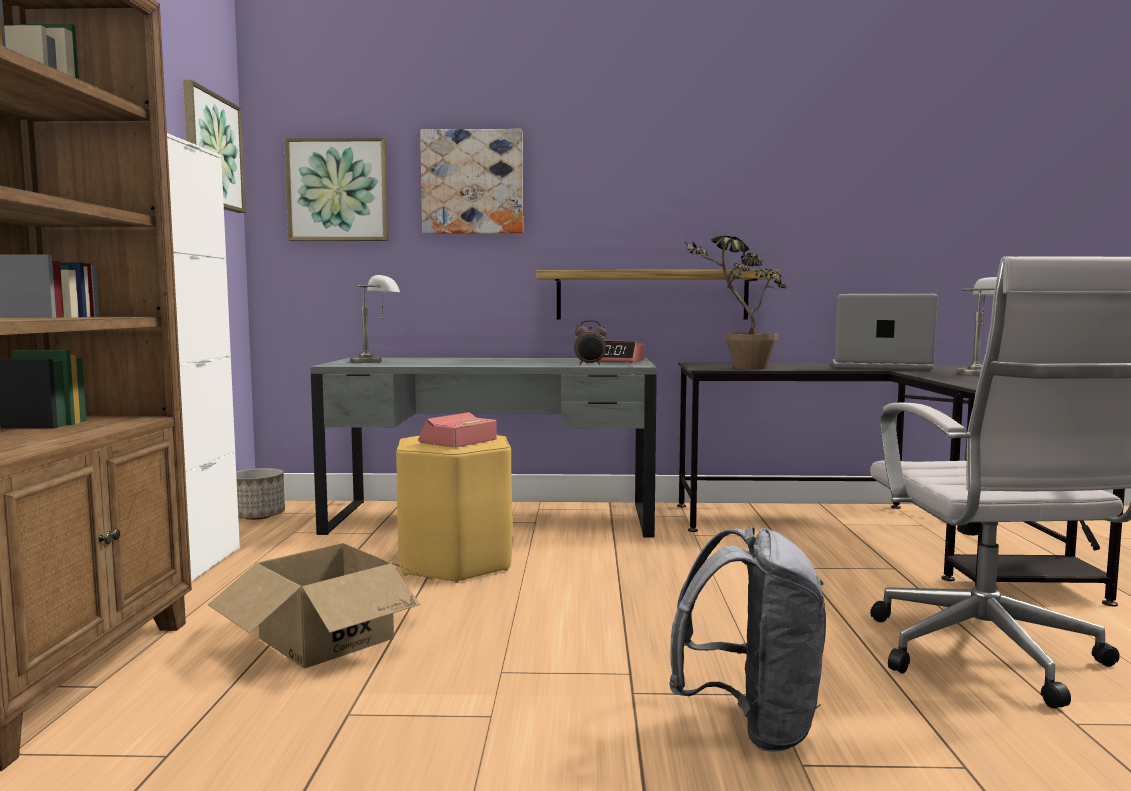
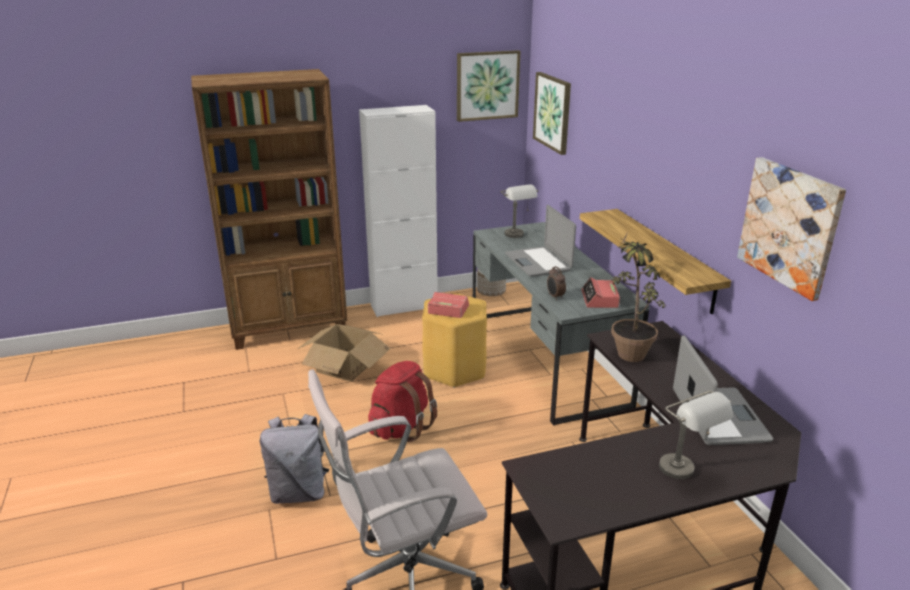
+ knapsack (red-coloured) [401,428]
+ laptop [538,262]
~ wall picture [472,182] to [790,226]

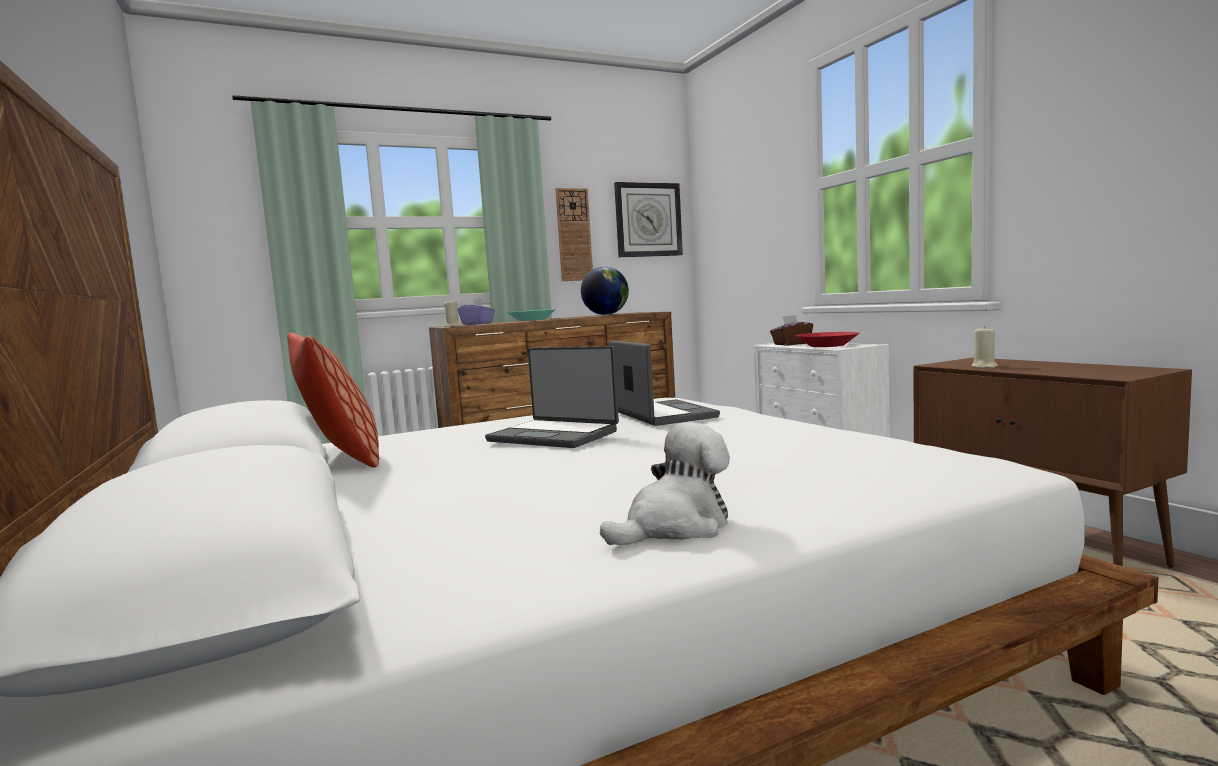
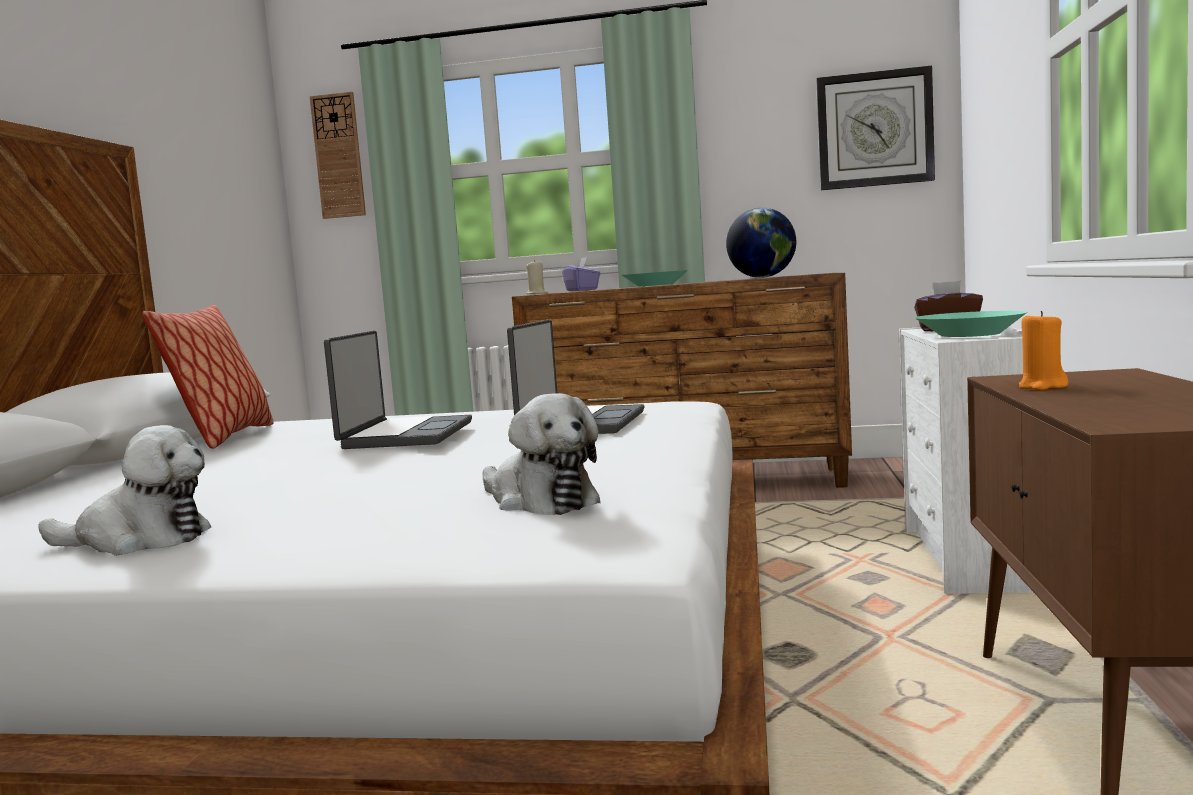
~ wall clock [574,235] to [338,156]
~ laptop [555,436] = [405,435] 150 degrees counterclockwise
+ soft toy [539,502]
~ serving bowl (red-coloured) [827,345] to serving bowl (turquoise-coloured) [970,334]
~ wax light (beige) [984,366] to wax light (orange) [1042,387]

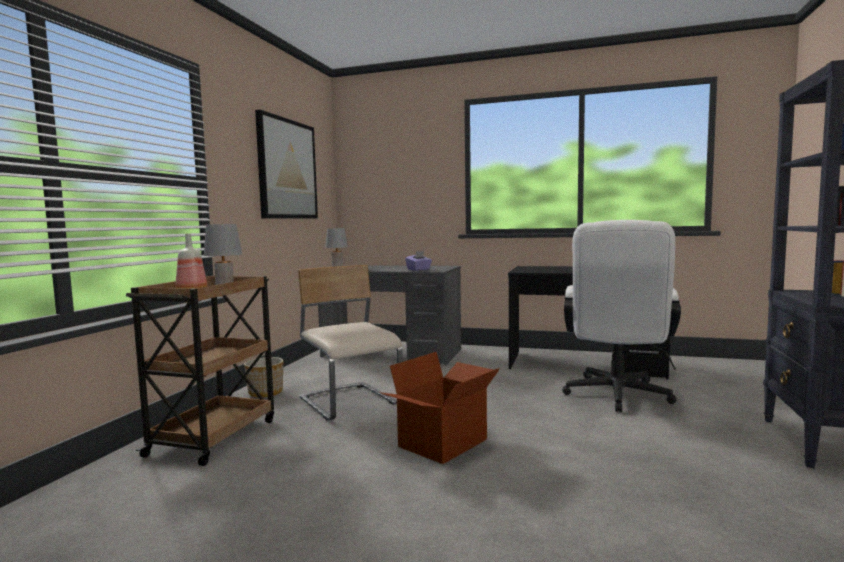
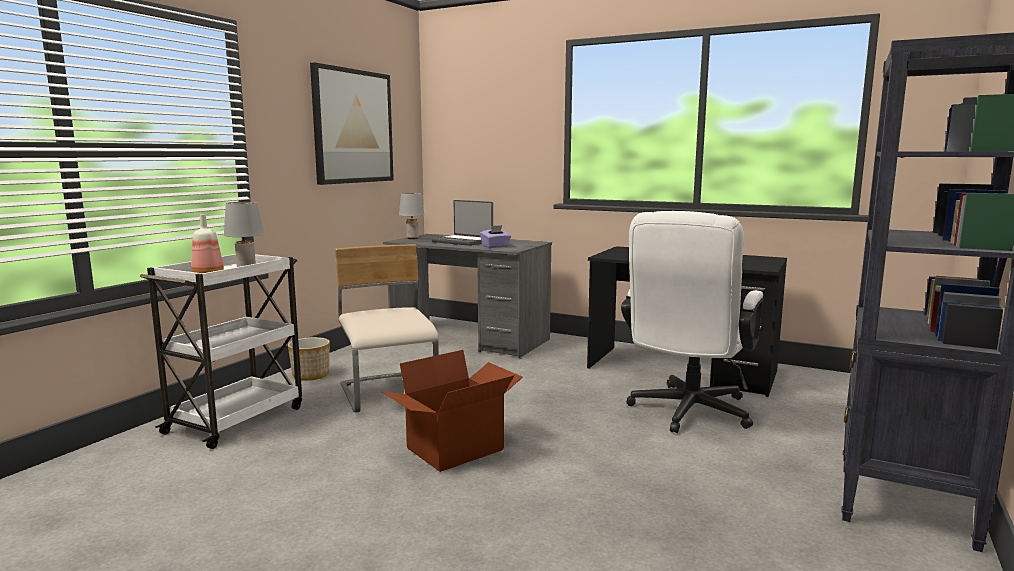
~ trolley (brown-coloured) [214,436] to trolley (white-coloured) [237,419]
+ laptop [463,241]

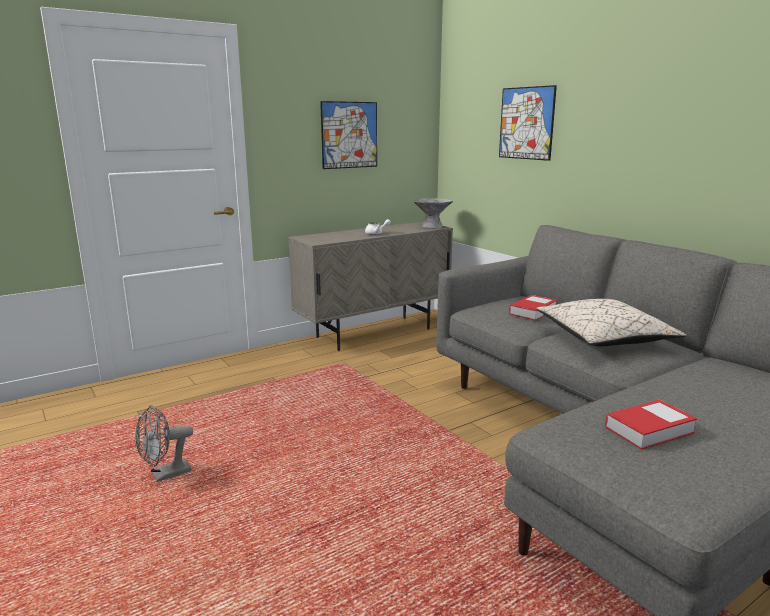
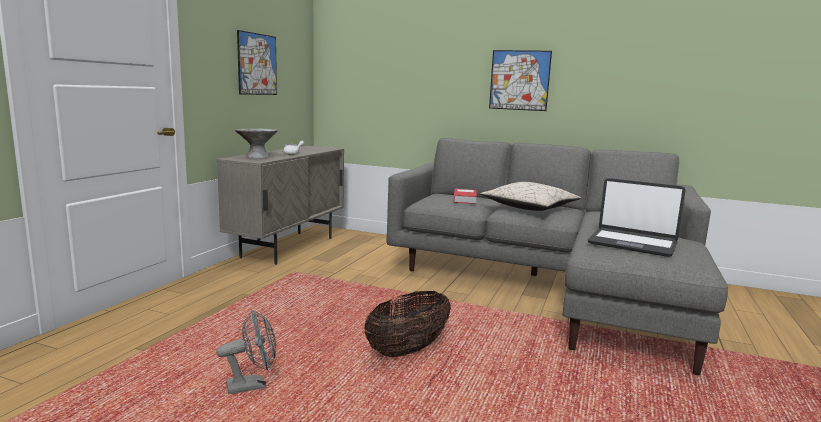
~ electric fan (gray) [165,475] = [252,385] 135 degrees counterclockwise
~ serving bowl (gray) [432,226] to [257,157]
+ storage basket [408,350]
~ wall picture [526,123] to [519,80]
~ volume [649,430] to laptop [632,243]

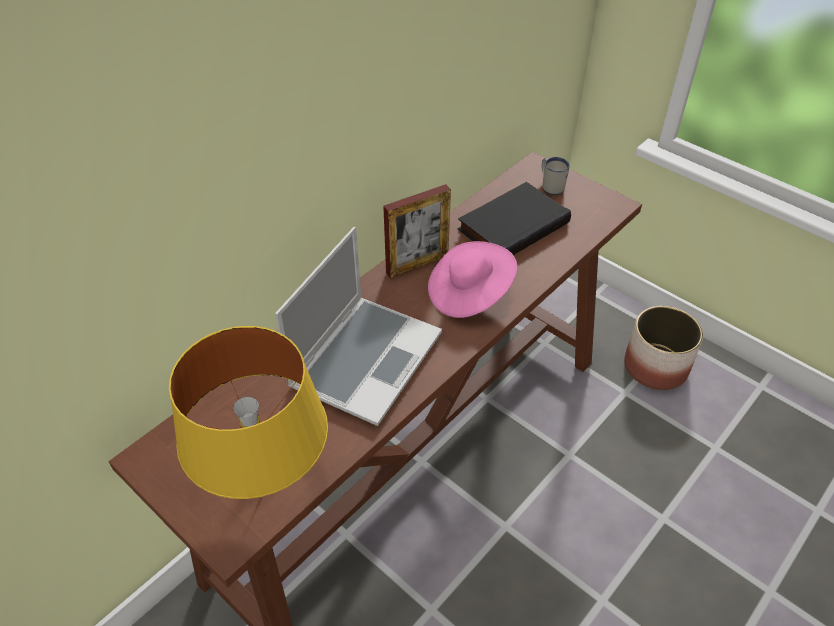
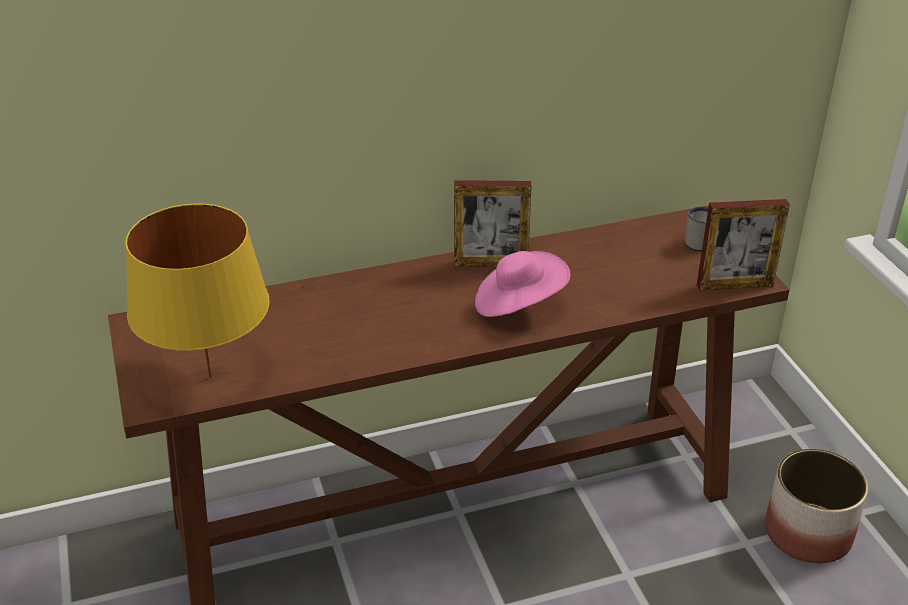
+ photo frame [734,285]
- laptop [366,358]
- volume (blackish) [512,225]

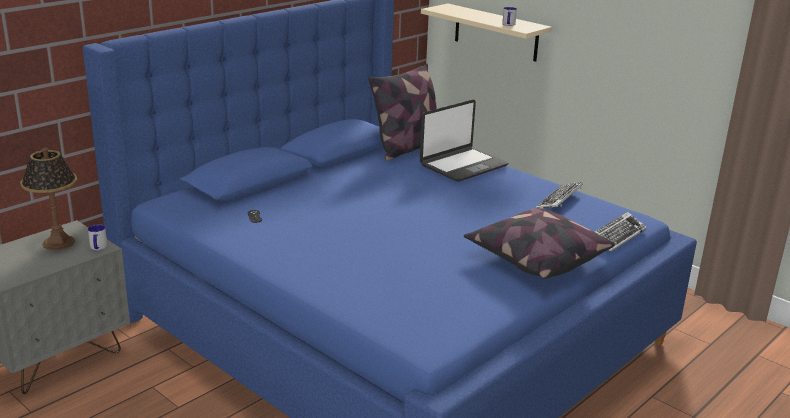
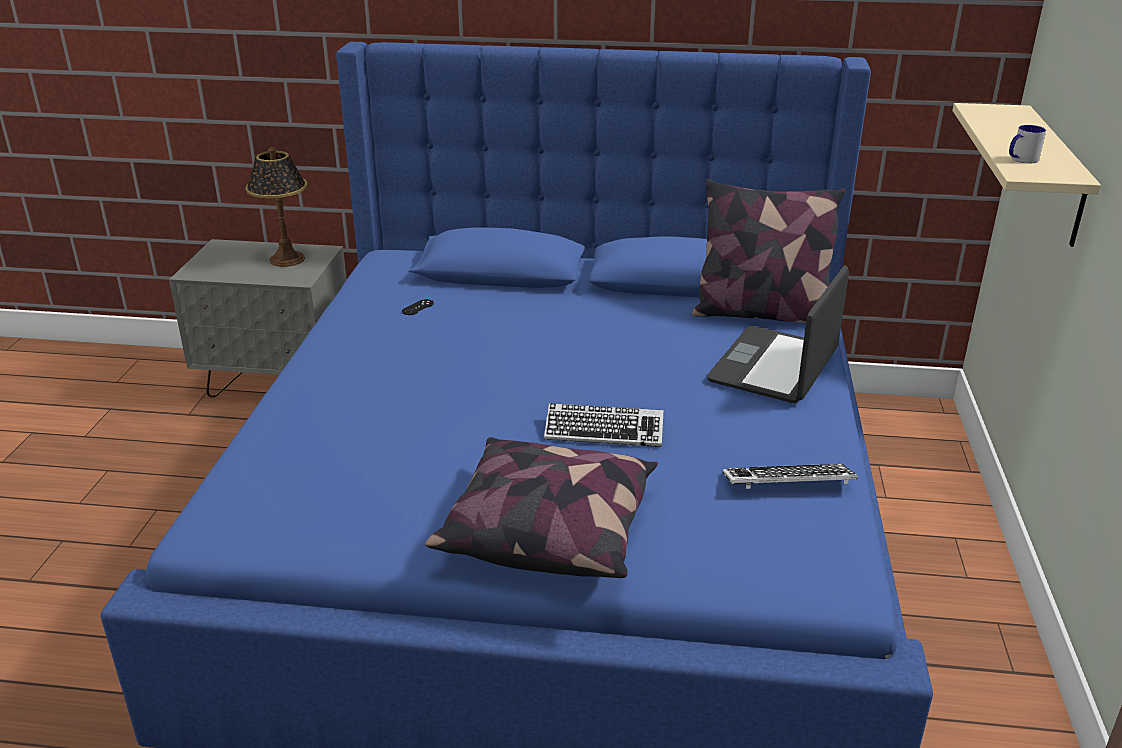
~ PC keyboard [617,236] to [604,432]
~ laptop [462,165] = [775,367] 105 degrees clockwise
- tea mug [98,248]

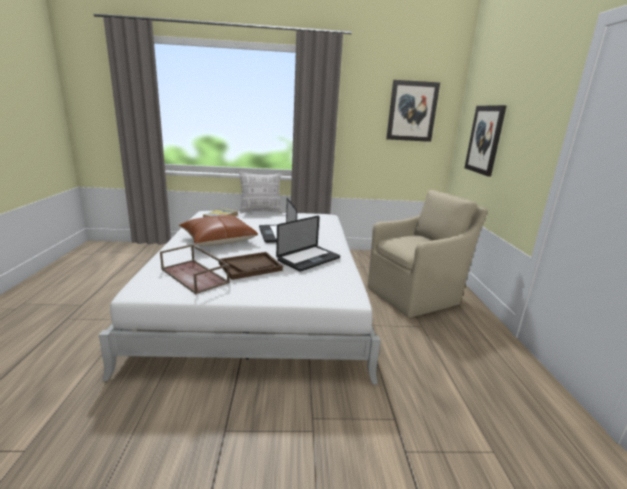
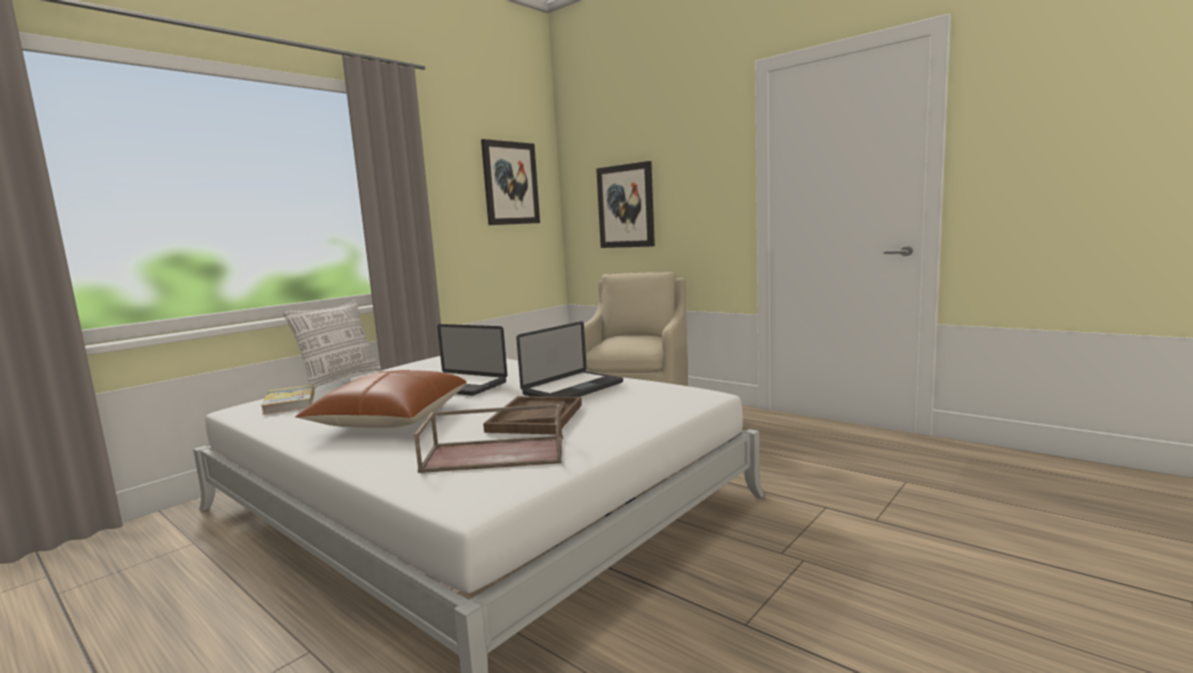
~ laptop [308,259] = [573,388] 45 degrees clockwise

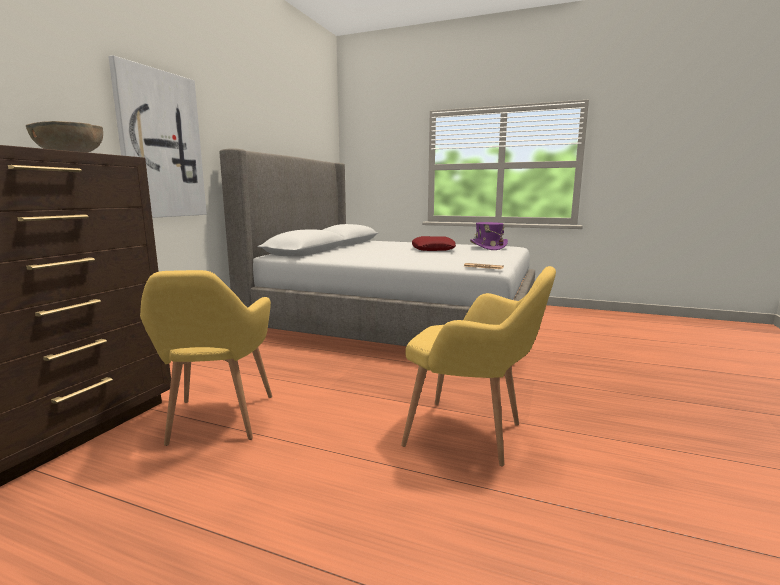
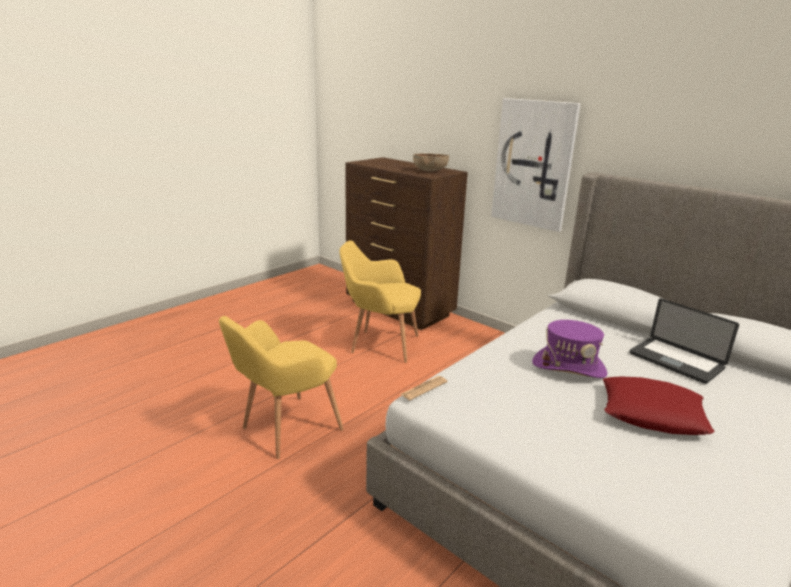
~ clothing hat (purple-coloured) [488,247] to [569,367]
+ laptop [676,361]

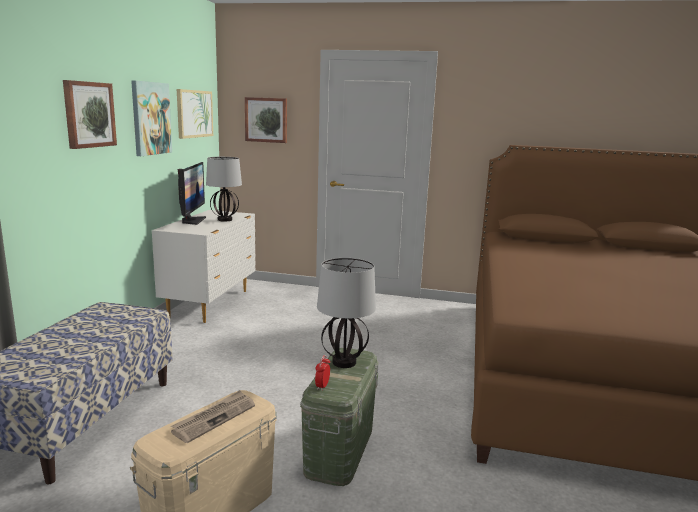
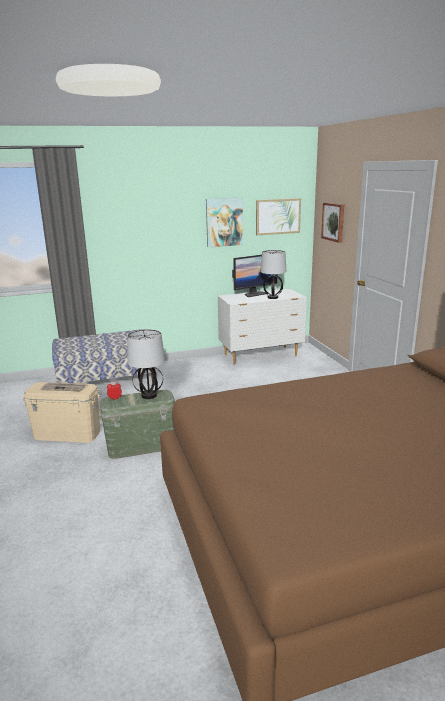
- wall picture [89,114]

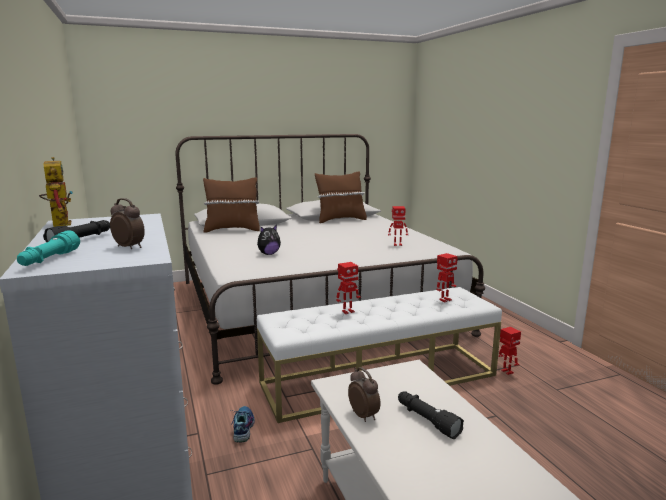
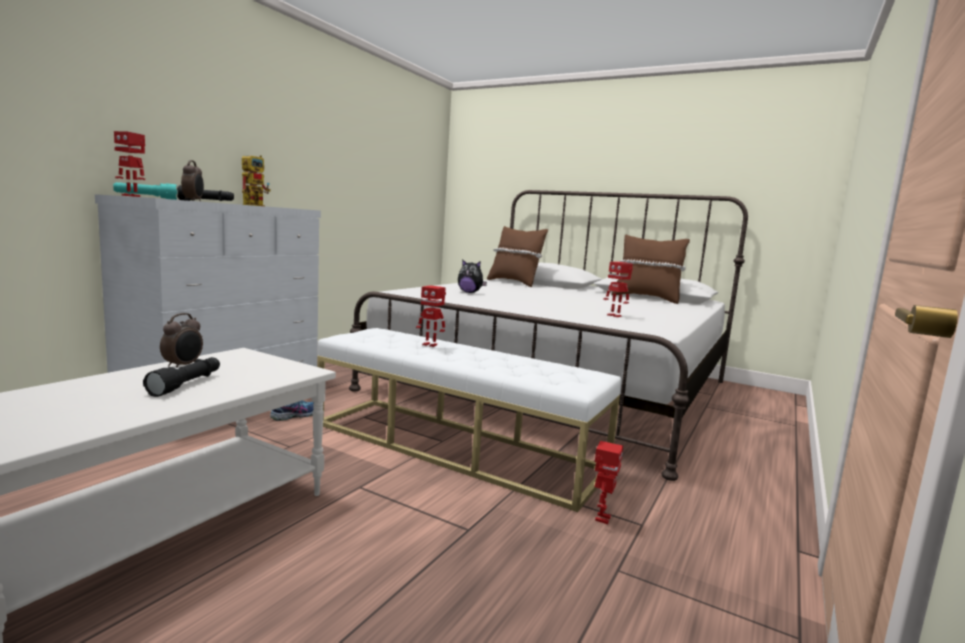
~ model robot [444,300] to [132,196]

